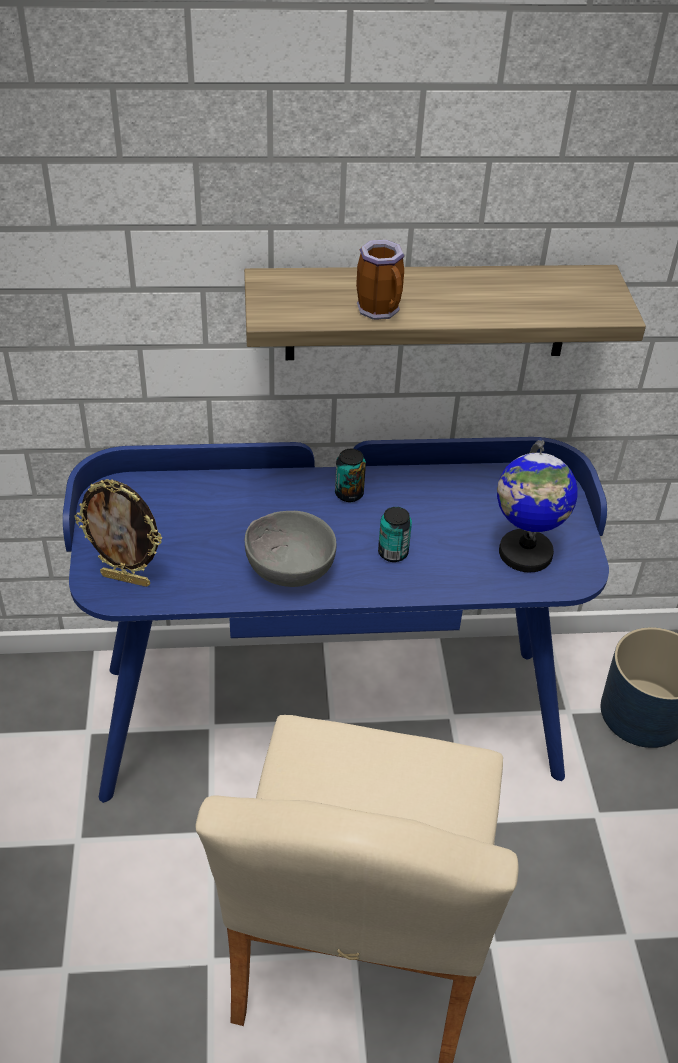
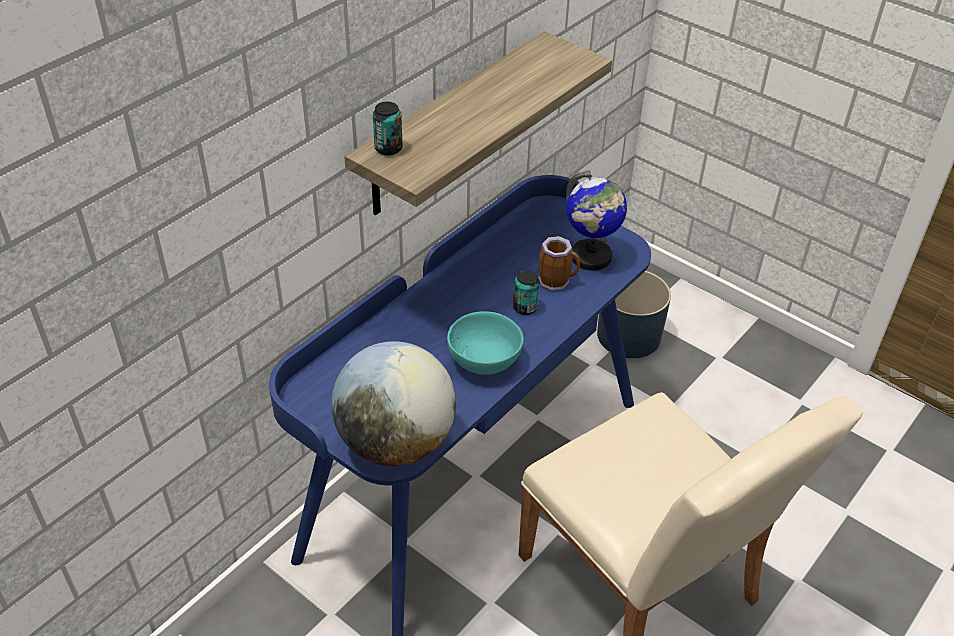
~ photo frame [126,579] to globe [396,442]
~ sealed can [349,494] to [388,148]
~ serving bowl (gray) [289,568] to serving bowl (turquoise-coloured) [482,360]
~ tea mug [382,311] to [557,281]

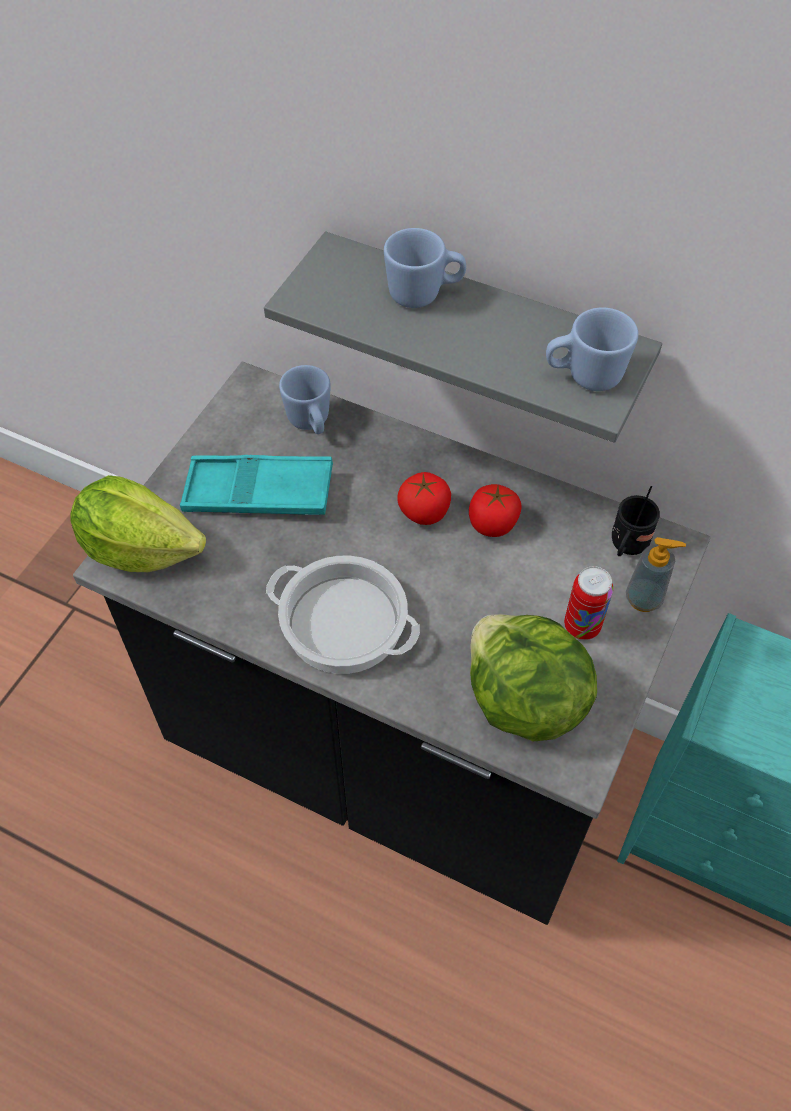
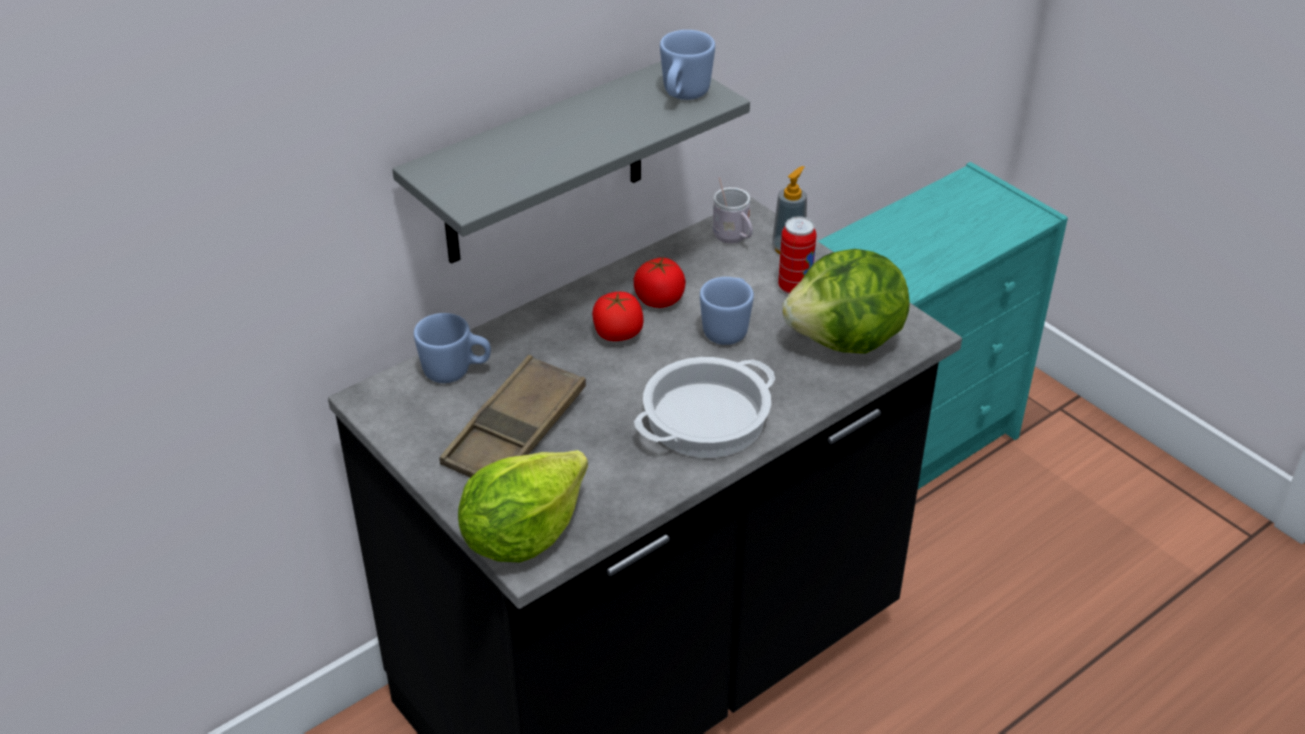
~ serving tray (turquoise-coloured) [258,493] to serving tray (brown-coloured) [515,431]
~ tea mug (blue-coloured) [424,294] to [728,328]
~ tea mug (blackish) [626,547] to tea mug (white-coloured) [733,239]

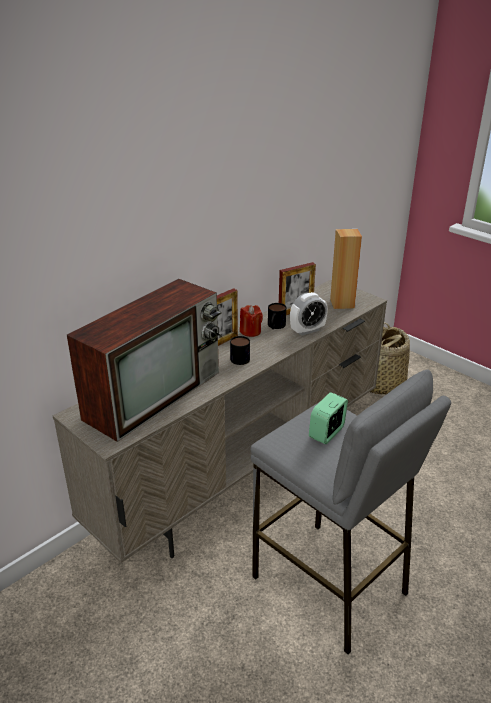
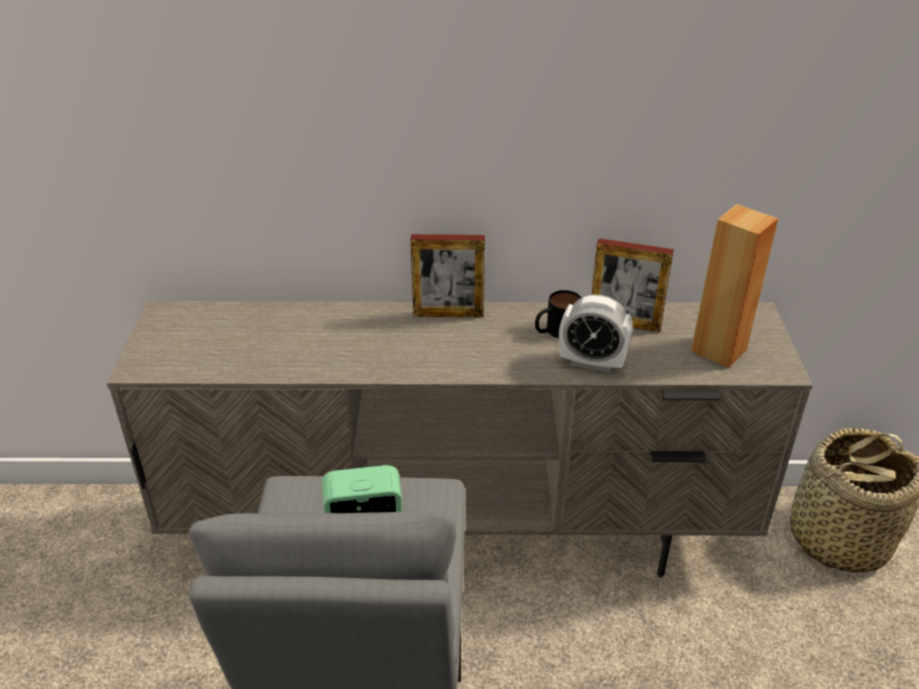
- TV [154,393]
- tea mug [241,356]
- wax light (red-coloured) [250,331]

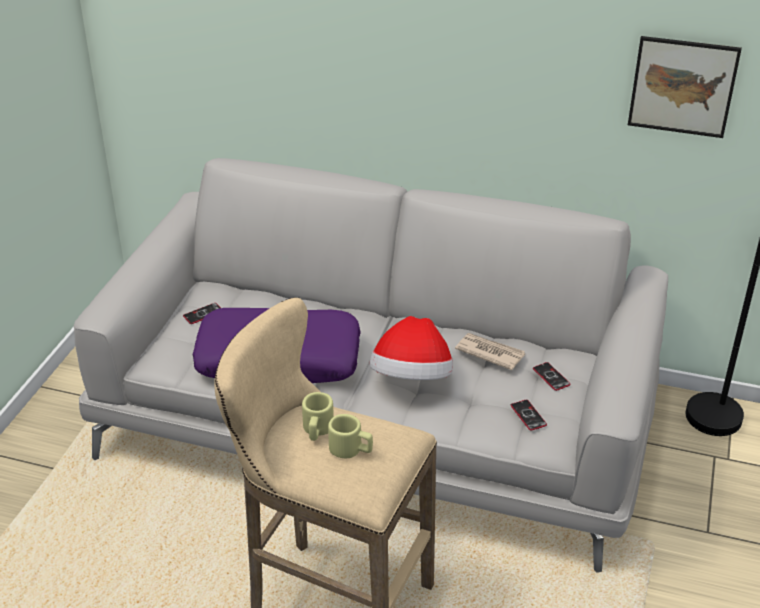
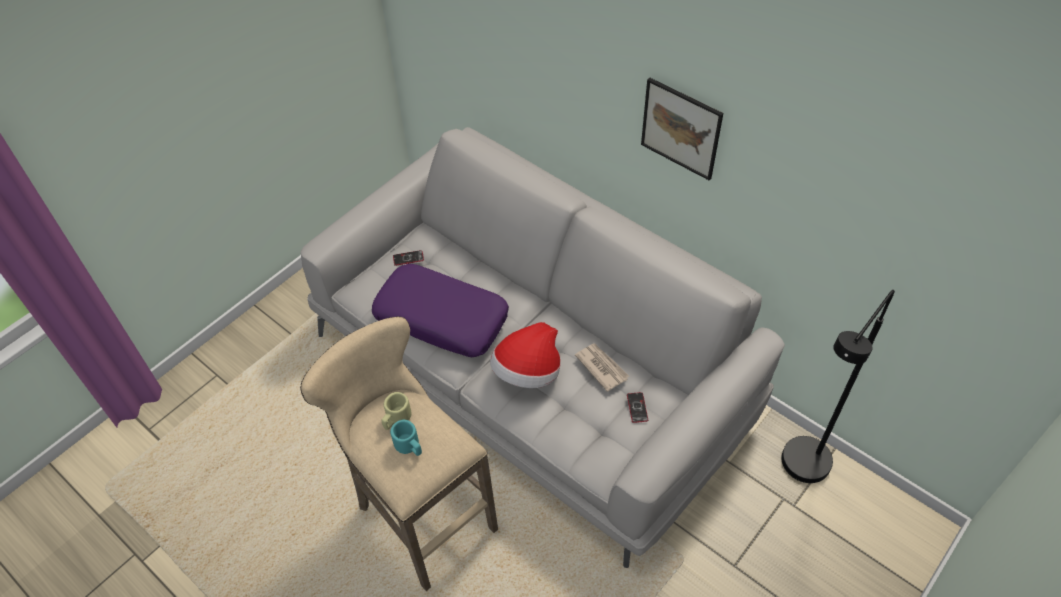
~ tea mug (beige) [351,449] to tea mug (turquoise-coloured) [409,446]
~ wall picture [682,86] to [681,128]
- telephone [528,415]

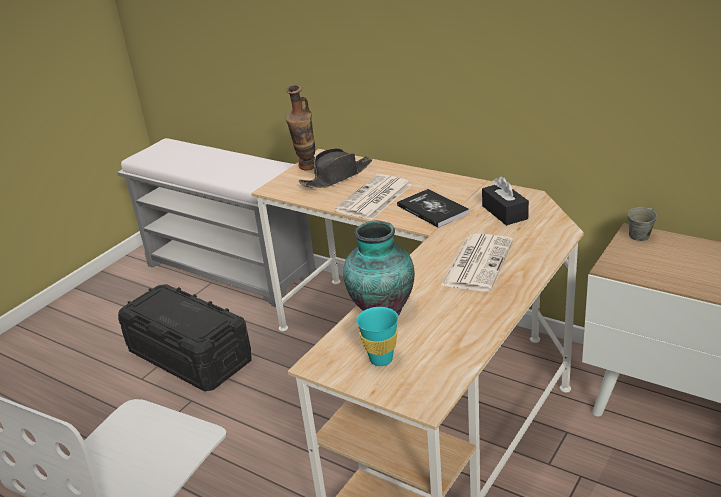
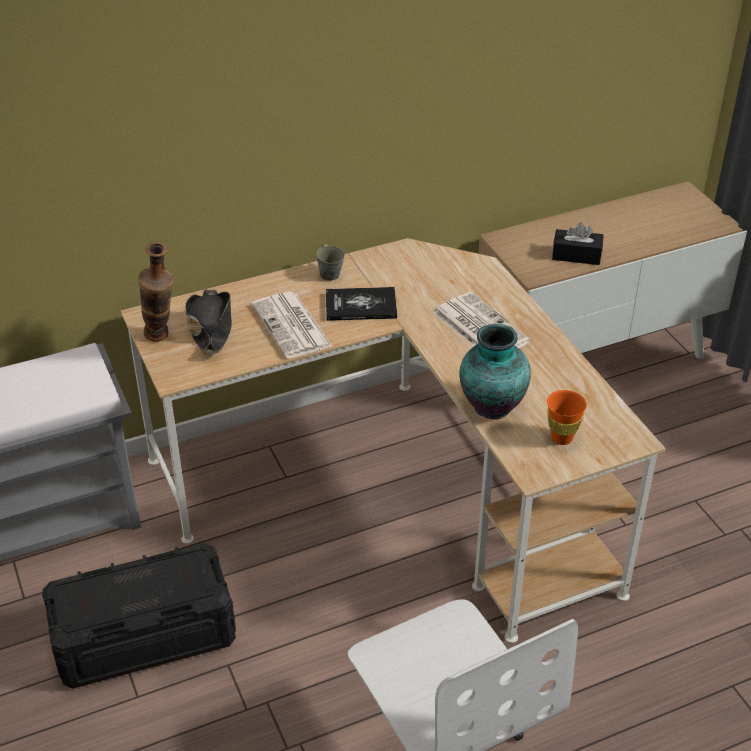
~ tea mug (gray) [640,235] to [330,274]
~ small cup (turquoise-coloured) [381,359] to small cup (orange) [562,438]
~ tissue holder (blackish) [504,212] to [576,255]

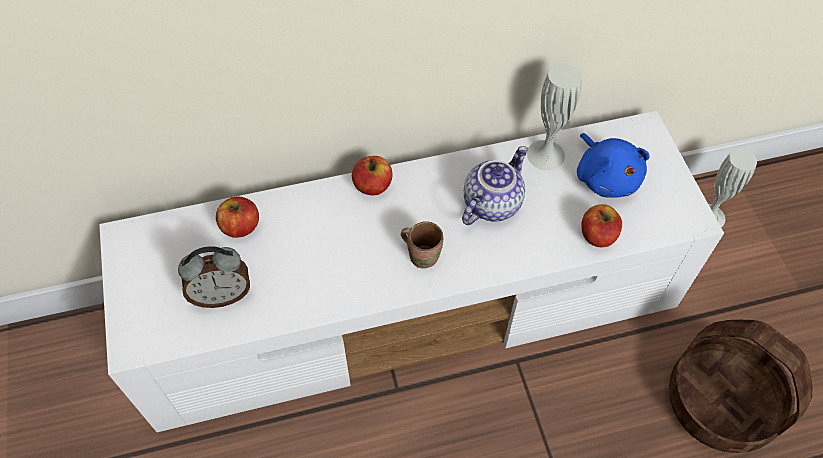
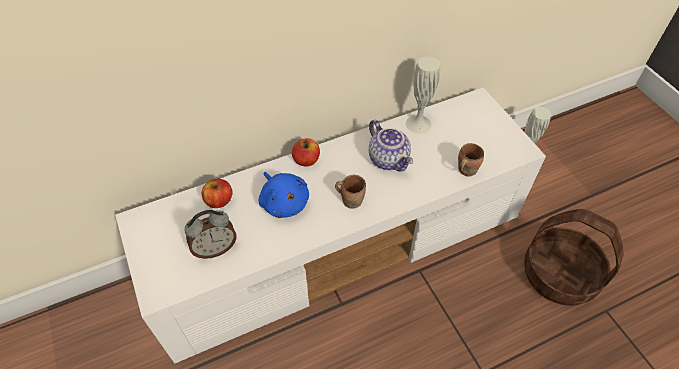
~ soft toy (blue-coloured) [606,177] to [284,202]
~ tea pot [491,203] = [389,159] 120 degrees clockwise
~ whole apple [597,235] to tea mug (brown-coloured) [465,169]

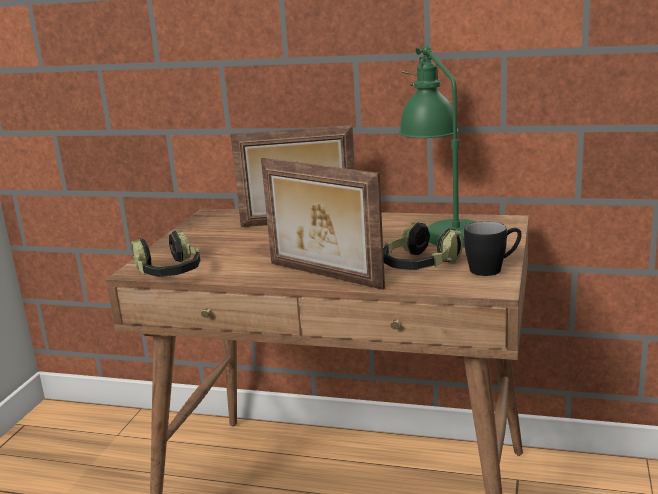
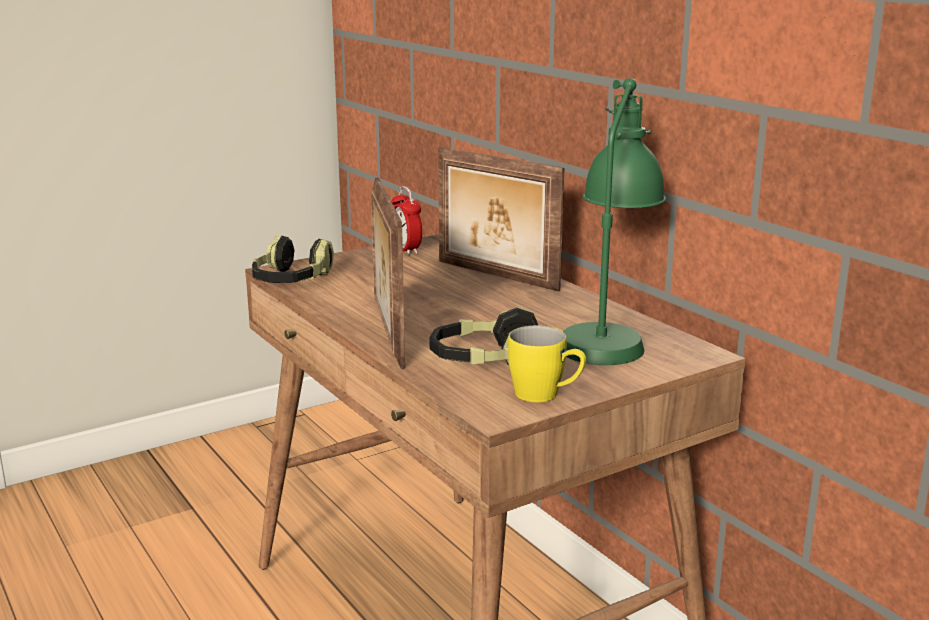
+ table clock [406,250]
~ tea mug (blackish) [493,268] to tea mug (yellow-coloured) [546,395]

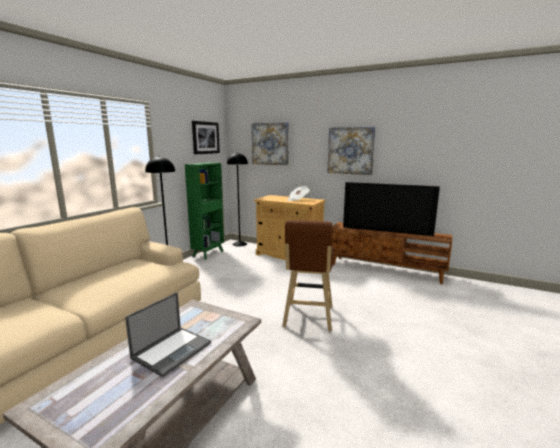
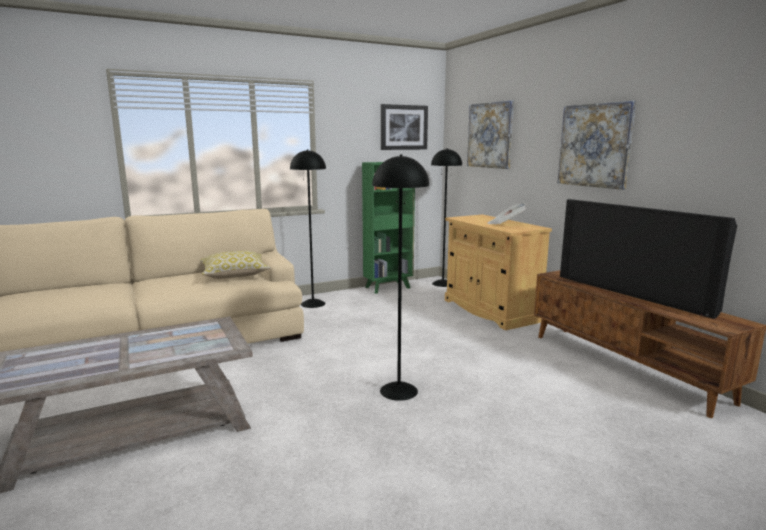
+ cushion [234,275]
~ stool seat (brown-coloured) [308,318] to floor lamp (blackish) [398,391]
- laptop [172,350]

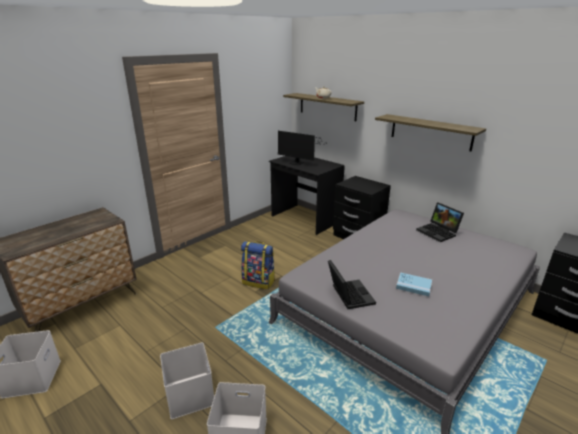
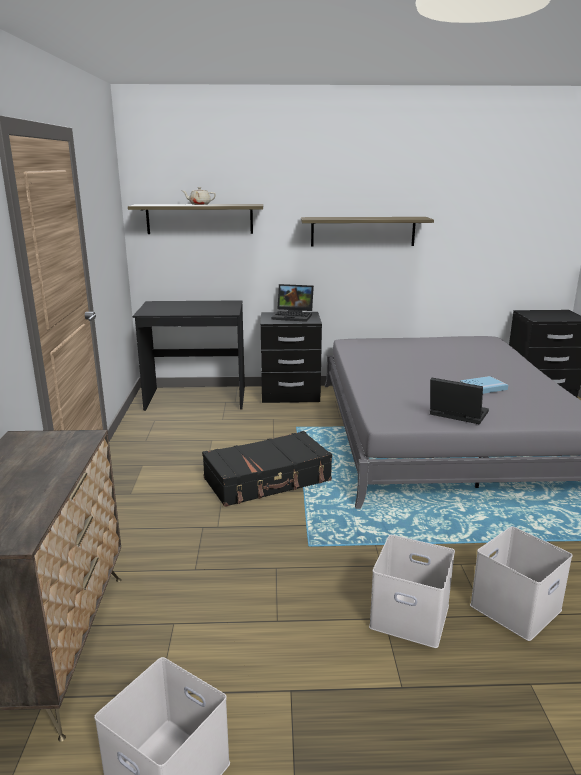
~ knapsack [259,282] to piece of luggage (blackish) [268,480]
~ laptop [438,232] to [294,316]
- computer display [298,163]

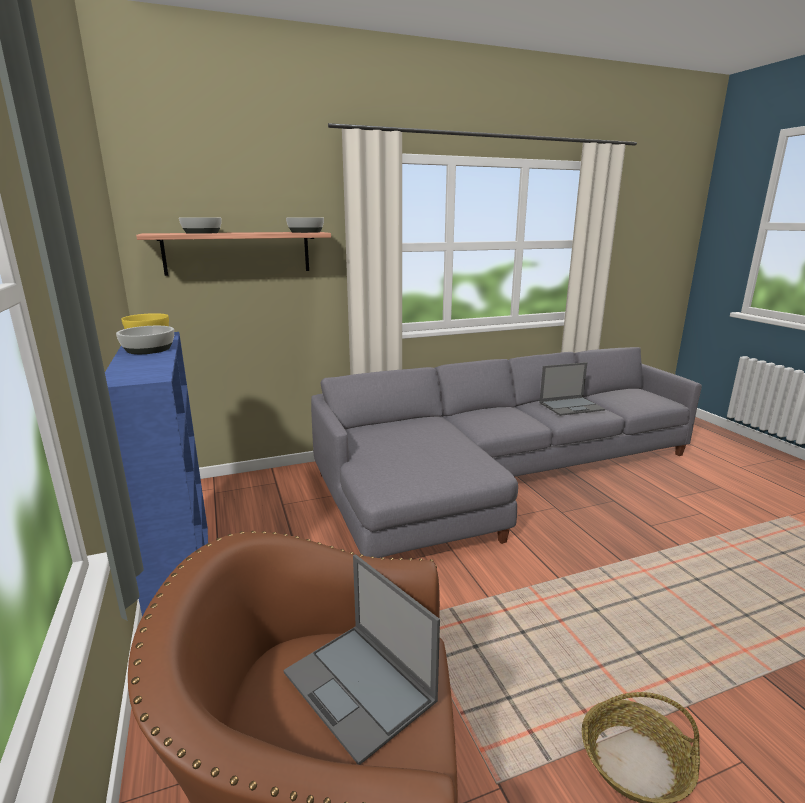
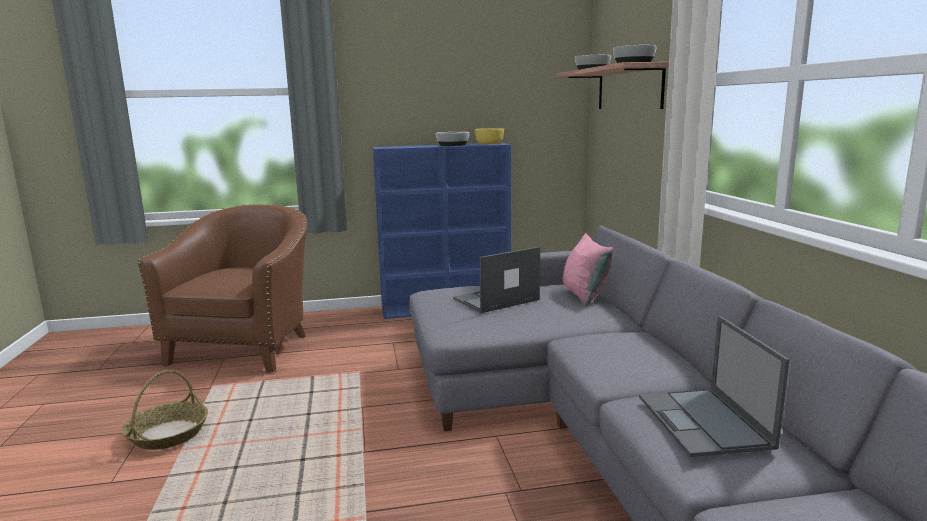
~ laptop [360,687] to [495,300]
+ cushion (pinkish) [584,295]

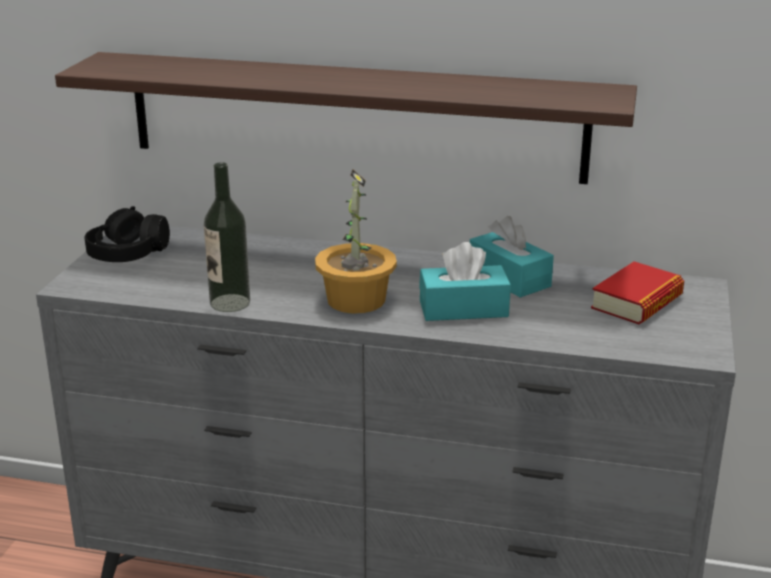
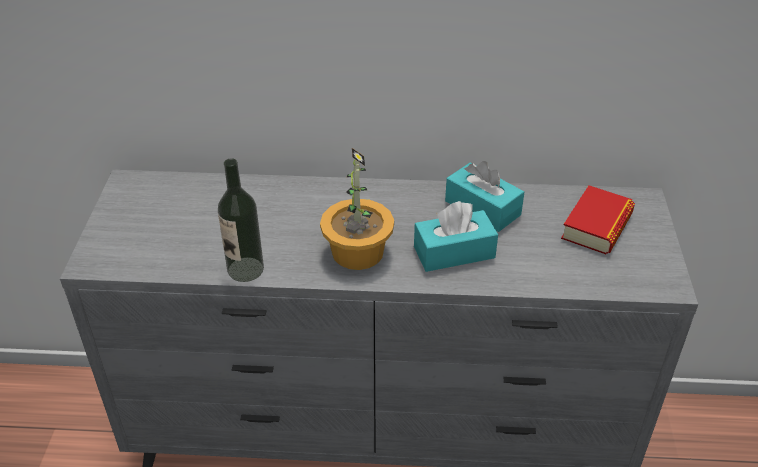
- wall shelf [354,116]
- headset (blackish) [128,253]

